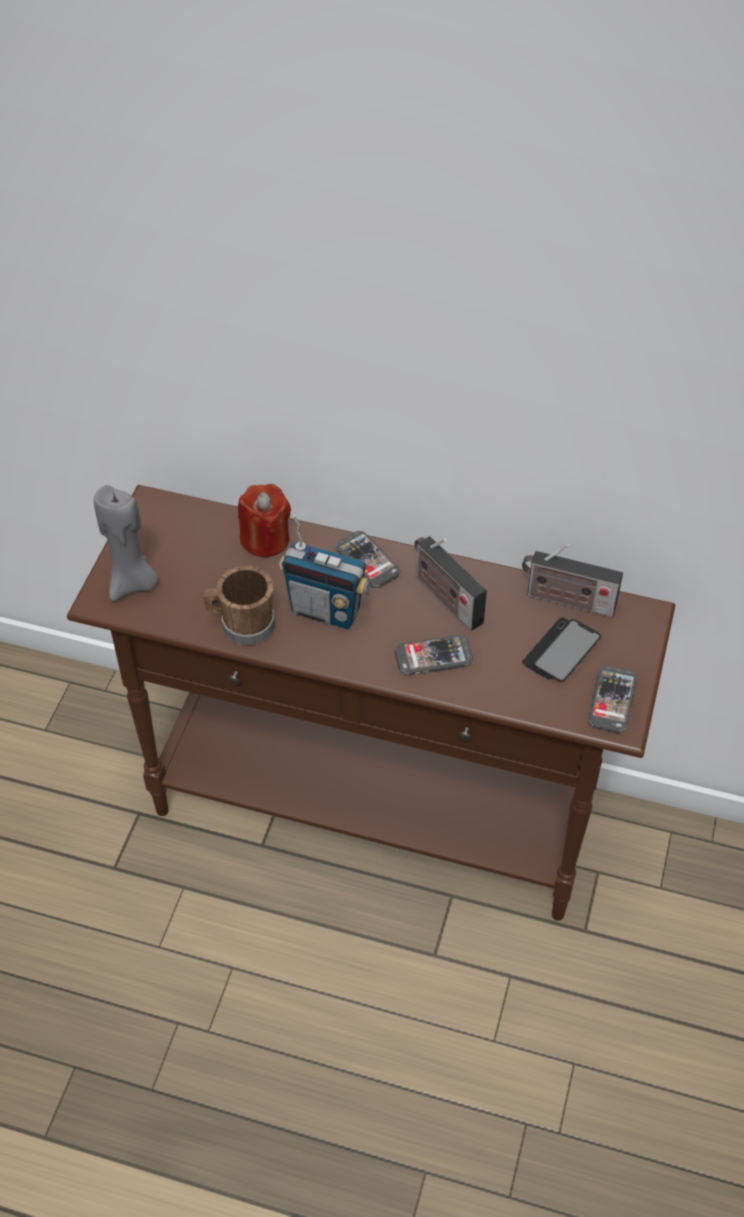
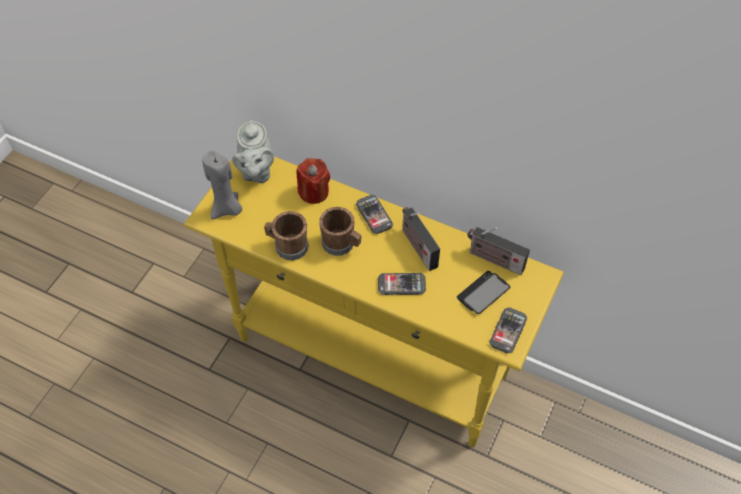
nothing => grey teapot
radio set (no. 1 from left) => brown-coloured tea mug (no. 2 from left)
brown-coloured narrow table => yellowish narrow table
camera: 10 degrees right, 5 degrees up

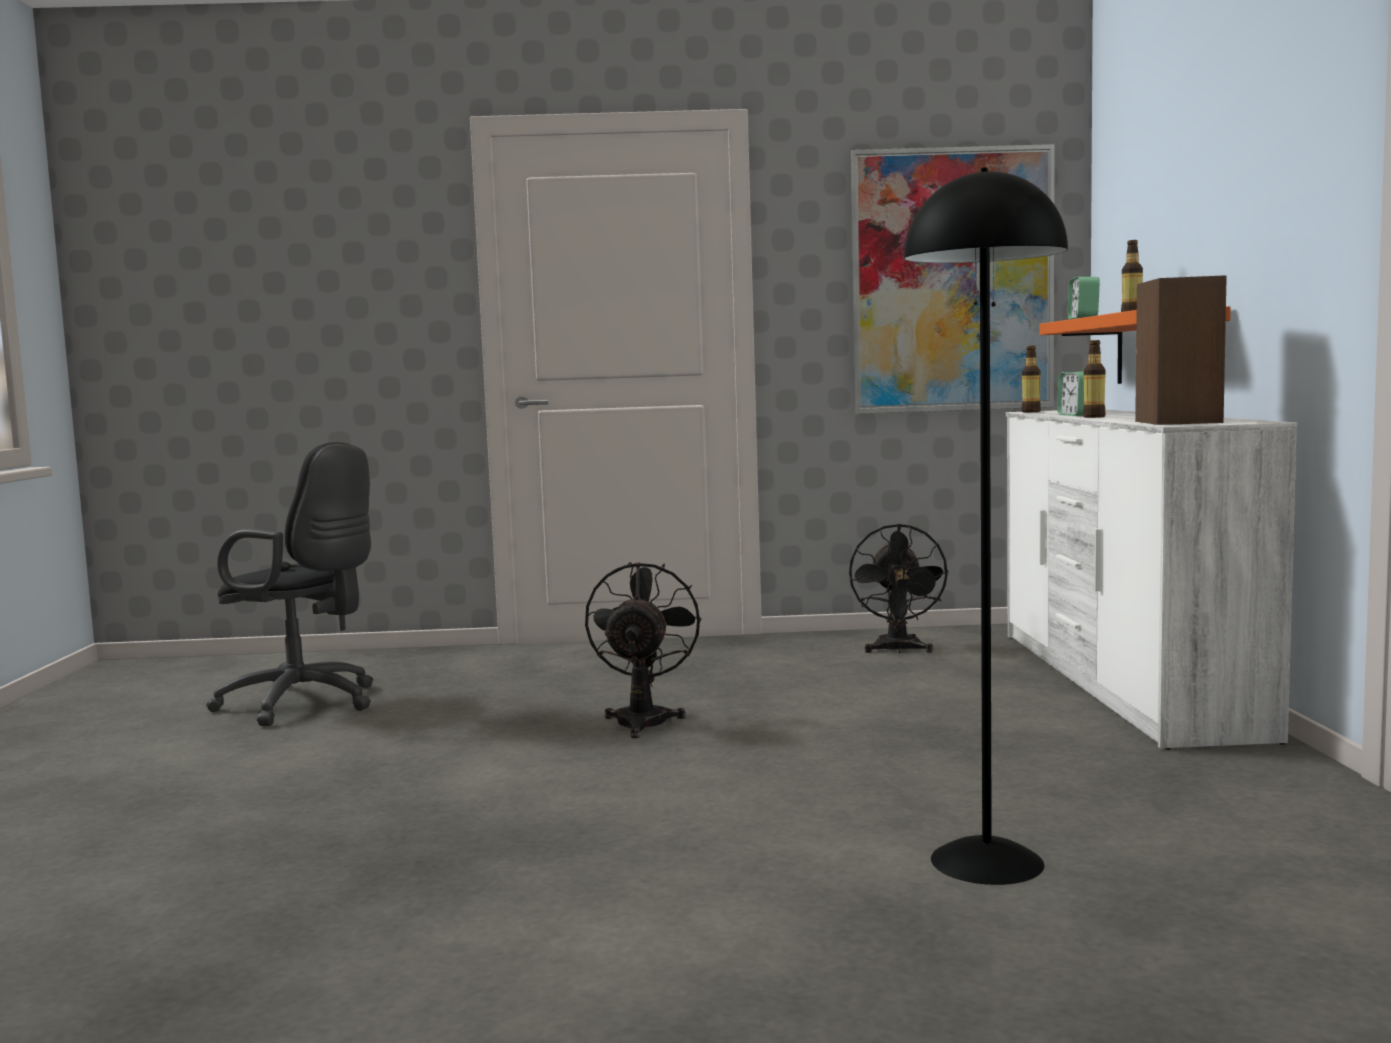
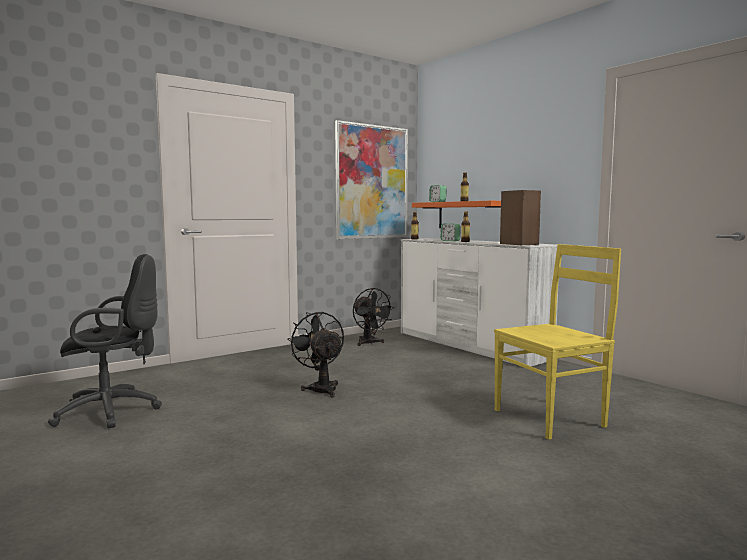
black floor lamp => yellowish plain chair
camera: 35 degrees left, 0 degrees up

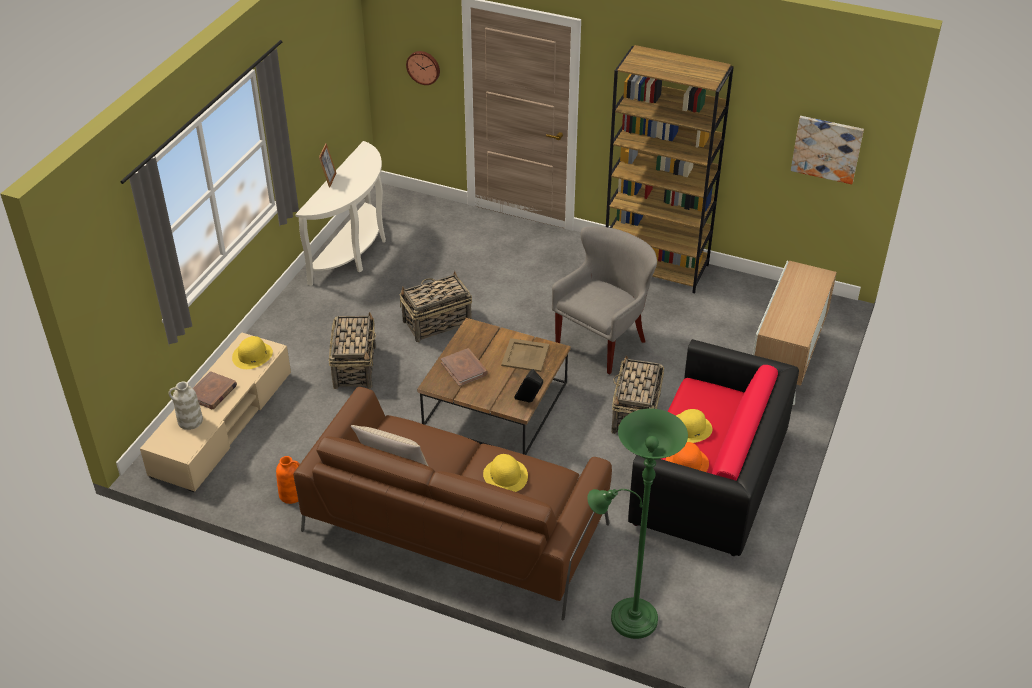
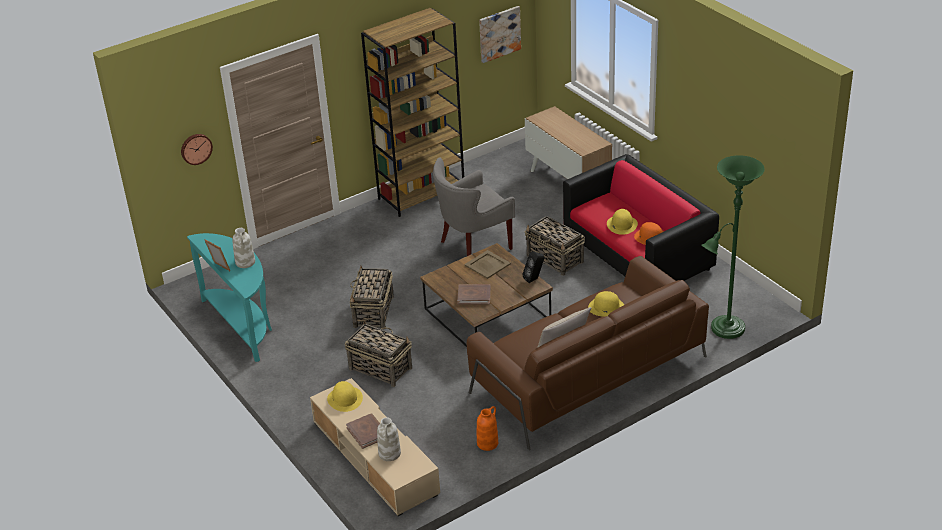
nothing => white-coloured flower vase (no. 1 from left)
white-coloured narrow table => blue-green narrow table
grey armchair, 105 degrees counterclockwise
camera: 55 degrees left, 5 degrees down

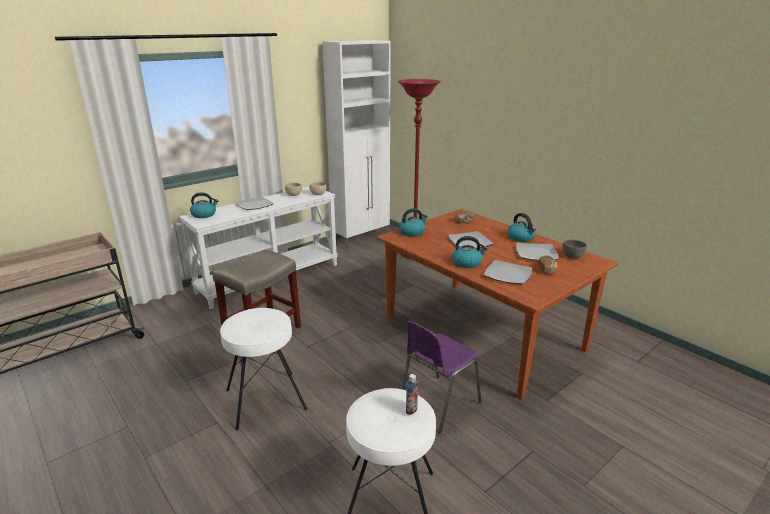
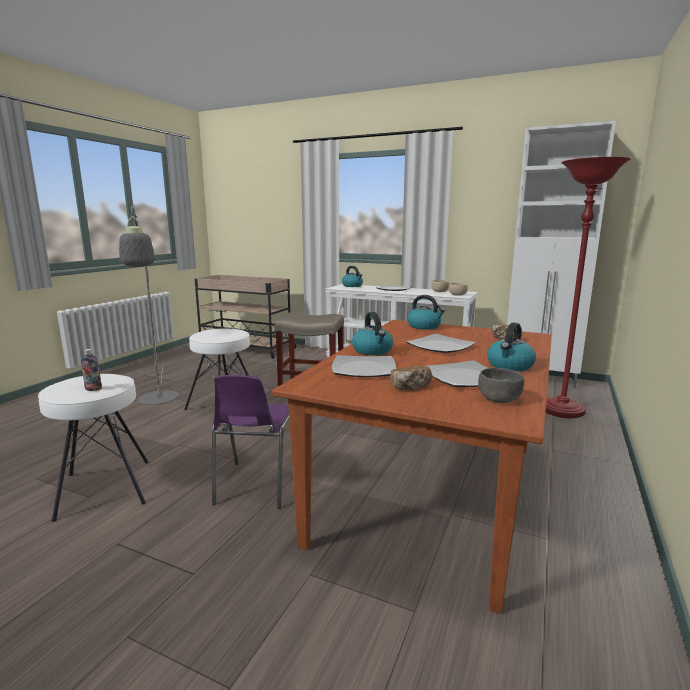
nothing => grey floor lamp
purple plain chair, 105 degrees counterclockwise
camera: 65 degrees right, 10 degrees down

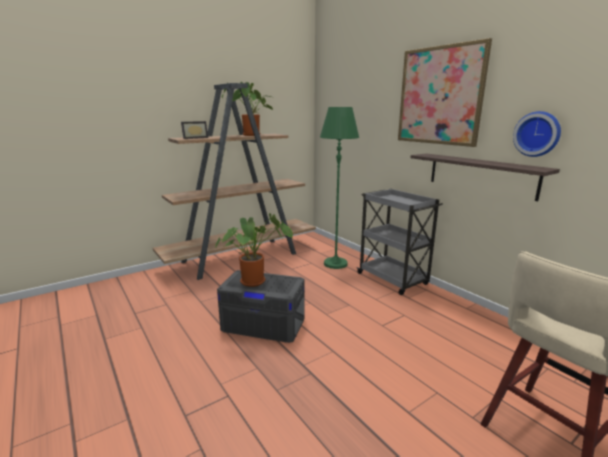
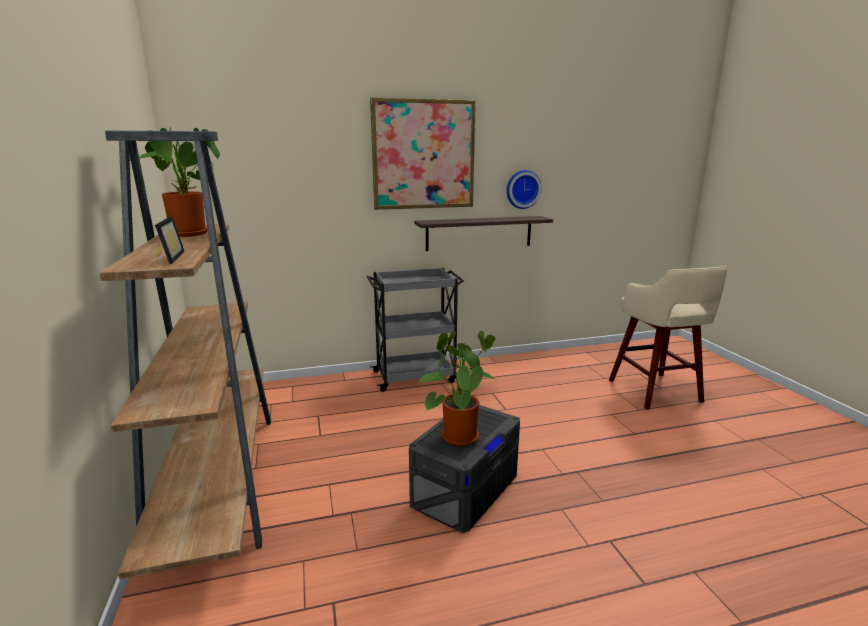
greenish floor lamp => nothing
camera: 70 degrees left, 0 degrees up

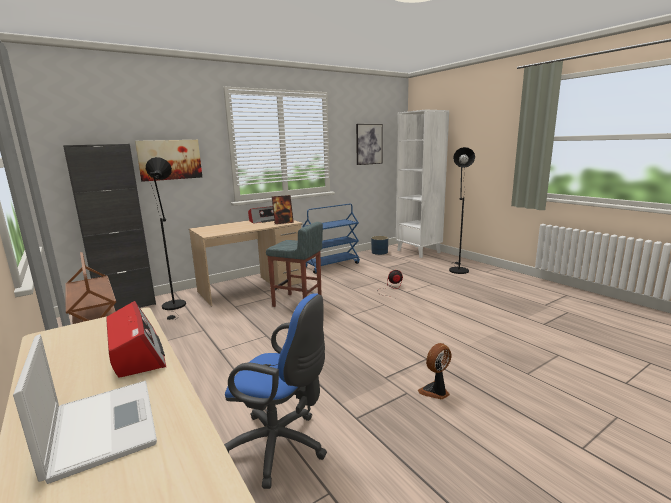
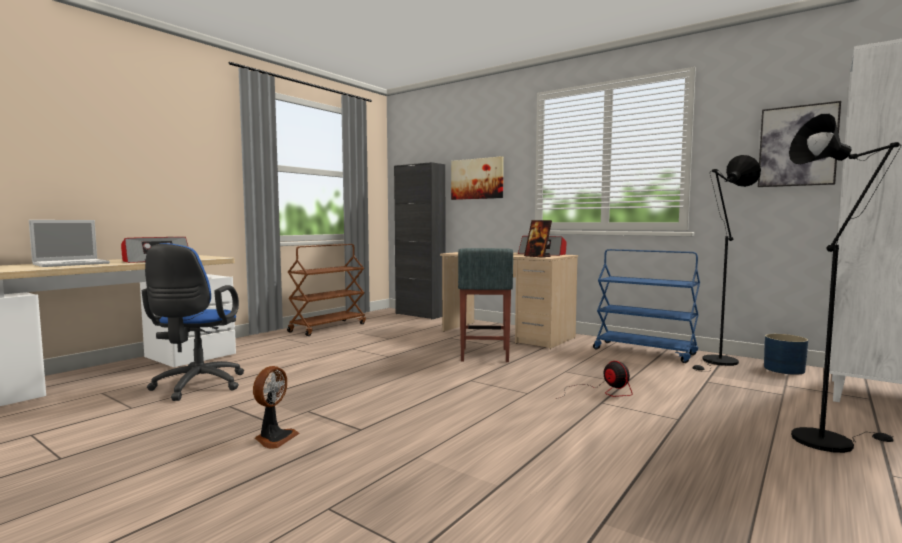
black floor lamp (no. 1 from left), shifted
electric fan (no. 2 from left in the first image) => electric fan (no. 1 from left), 75 degrees clockwise
camera: 70 degrees right, 10 degrees down

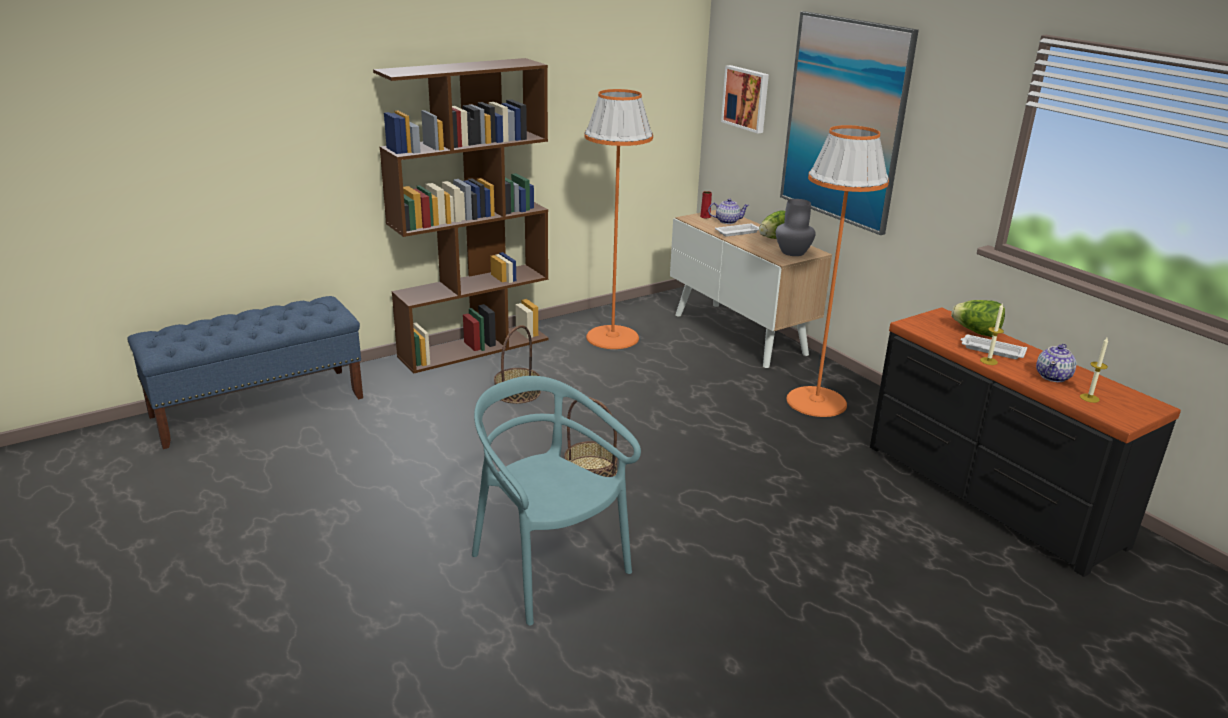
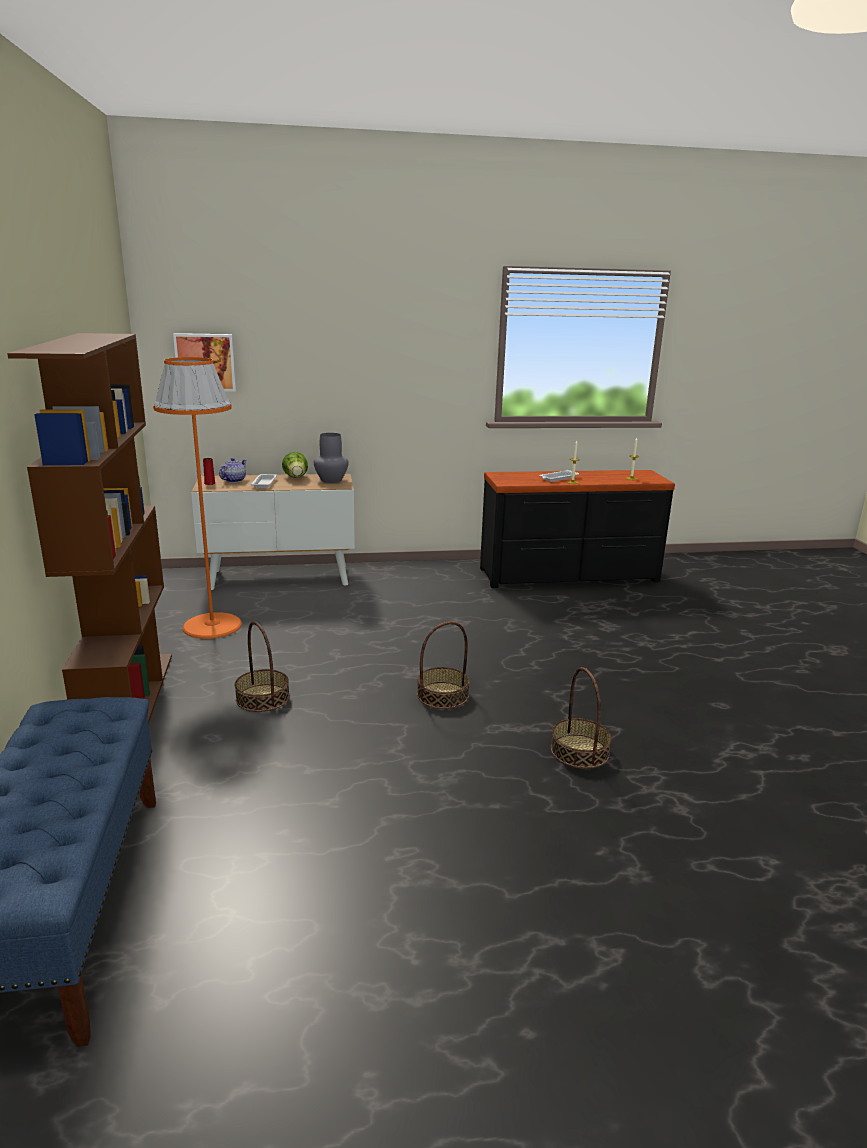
wall picture (no. 2 from left) => nothing
orange floor lamp (no. 2 from left) => nothing
lettuce head (no. 2 from left) => nothing
teapot (no. 2 from left) => nothing
blue-green plain chair => household basket (no. 3 from left)
camera: 65 degrees left, 5 degrees down

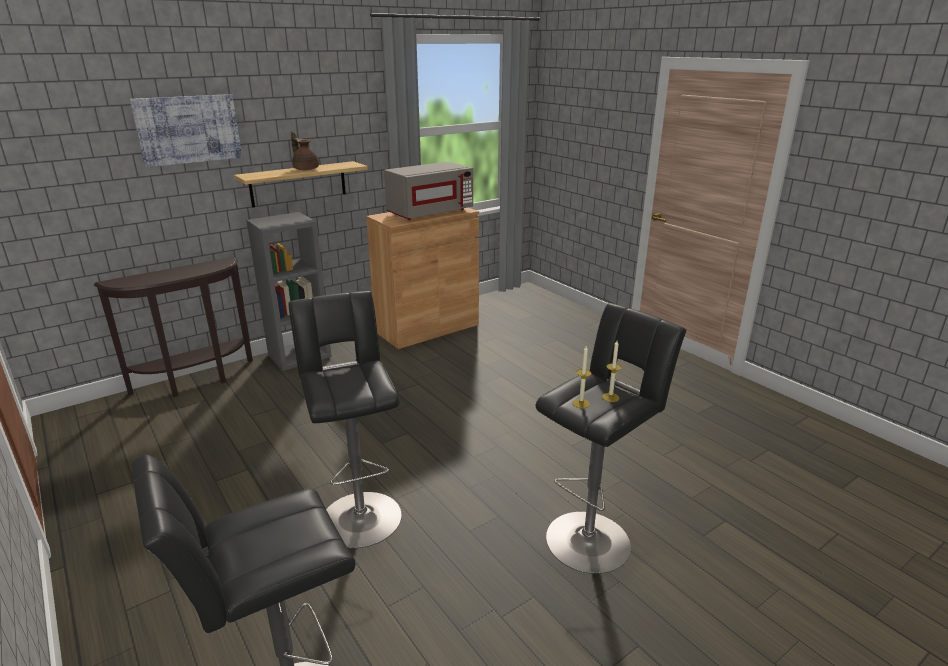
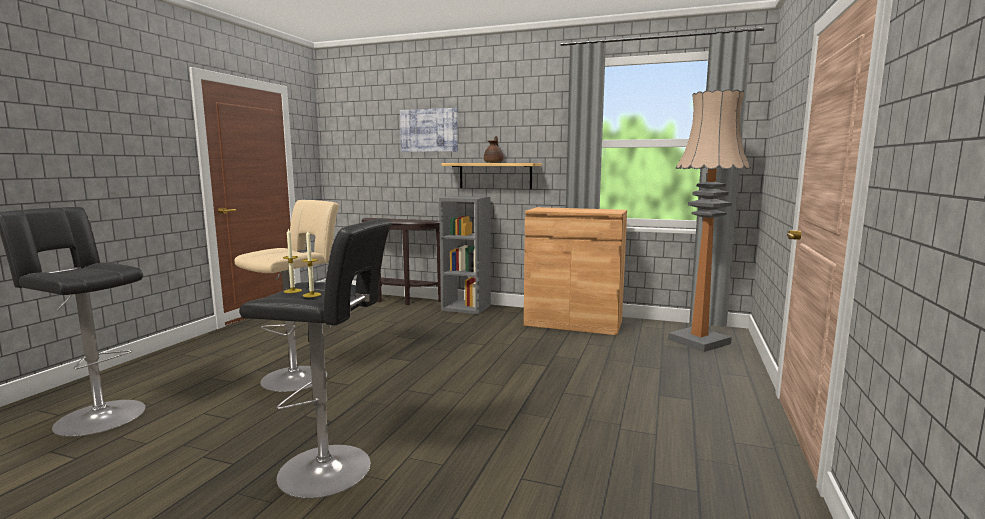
grey microwave oven => nothing
nothing => floor lamp
black stool (no. 2 from left) => sand-coloured stool
camera: 55 degrees right, 15 degrees down

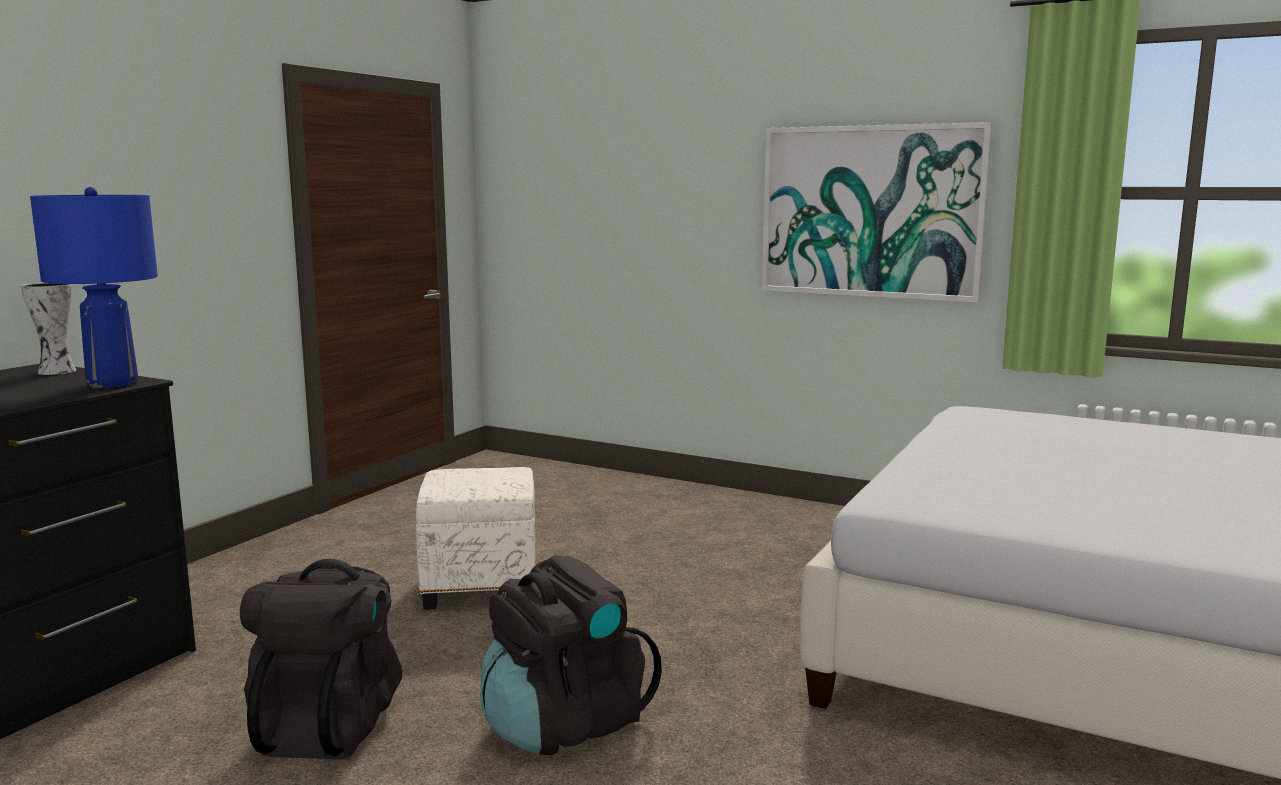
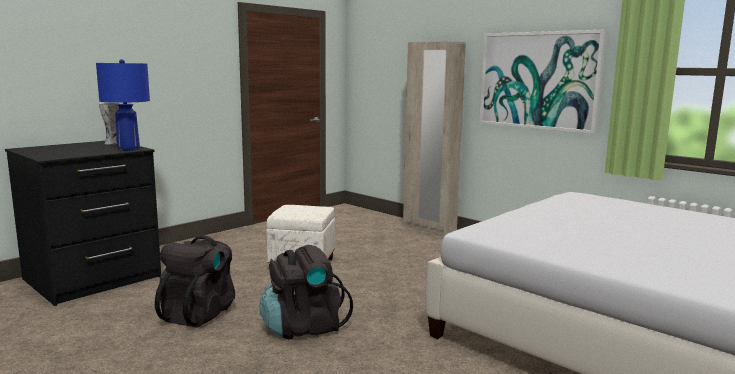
nothing => sand-coloured wardrobe
camera: 15 degrees right, 0 degrees up

